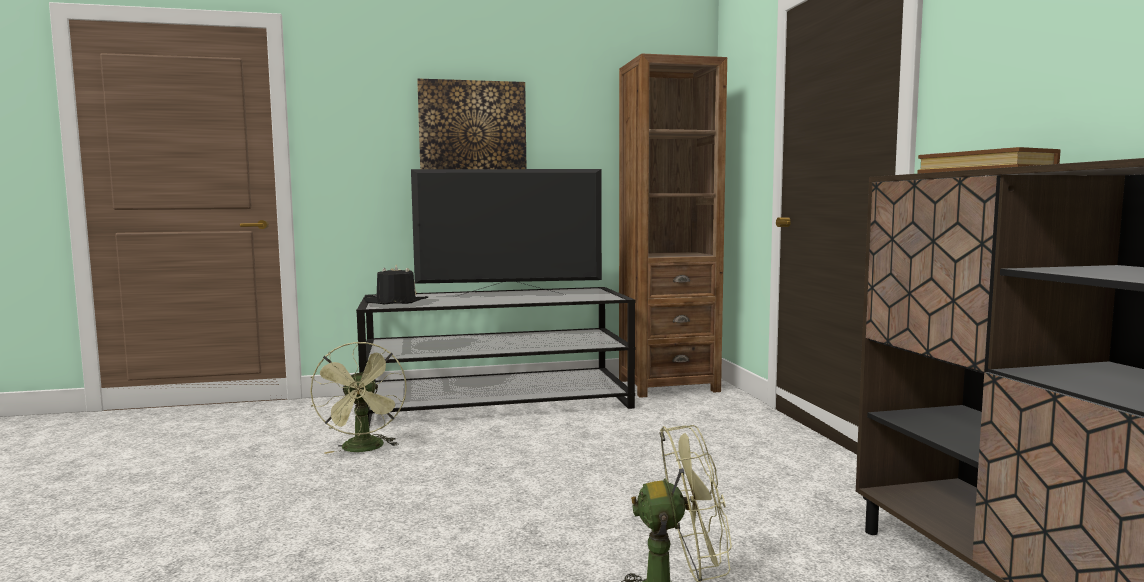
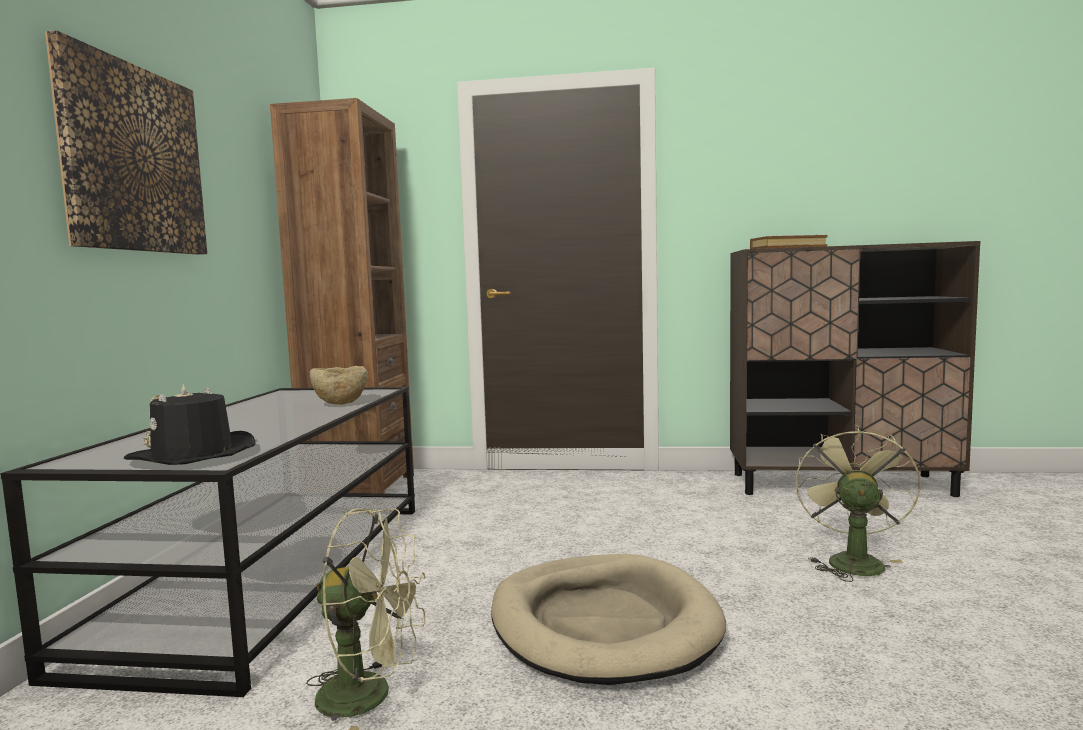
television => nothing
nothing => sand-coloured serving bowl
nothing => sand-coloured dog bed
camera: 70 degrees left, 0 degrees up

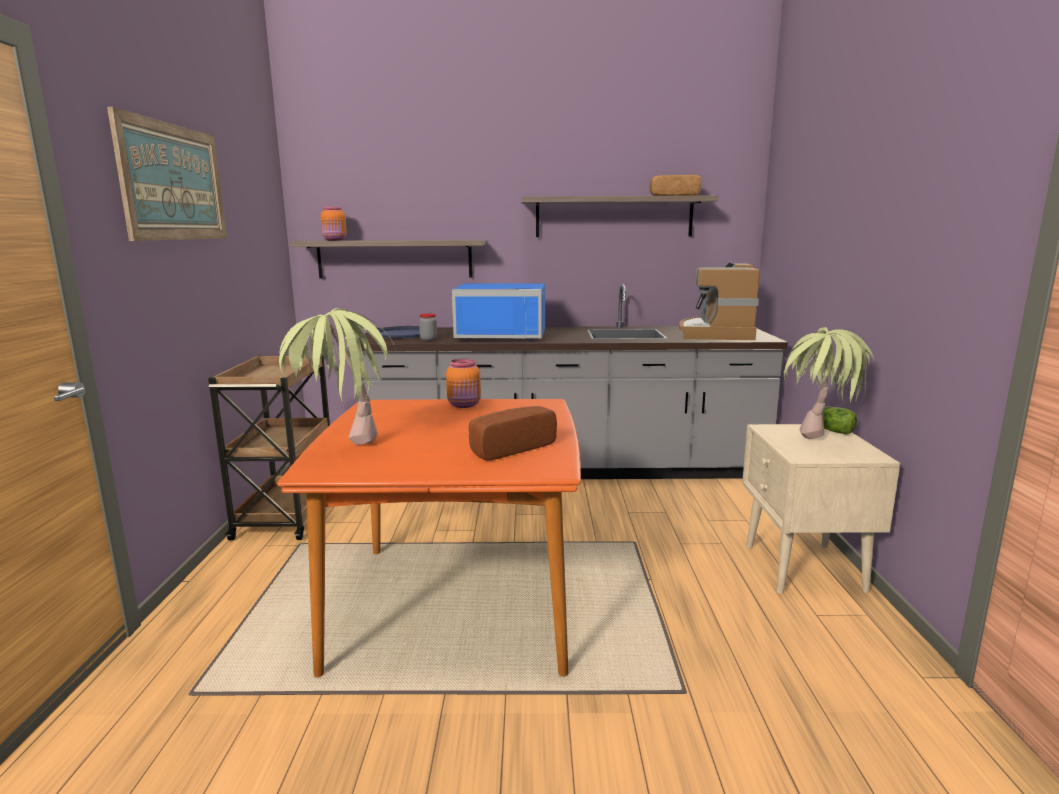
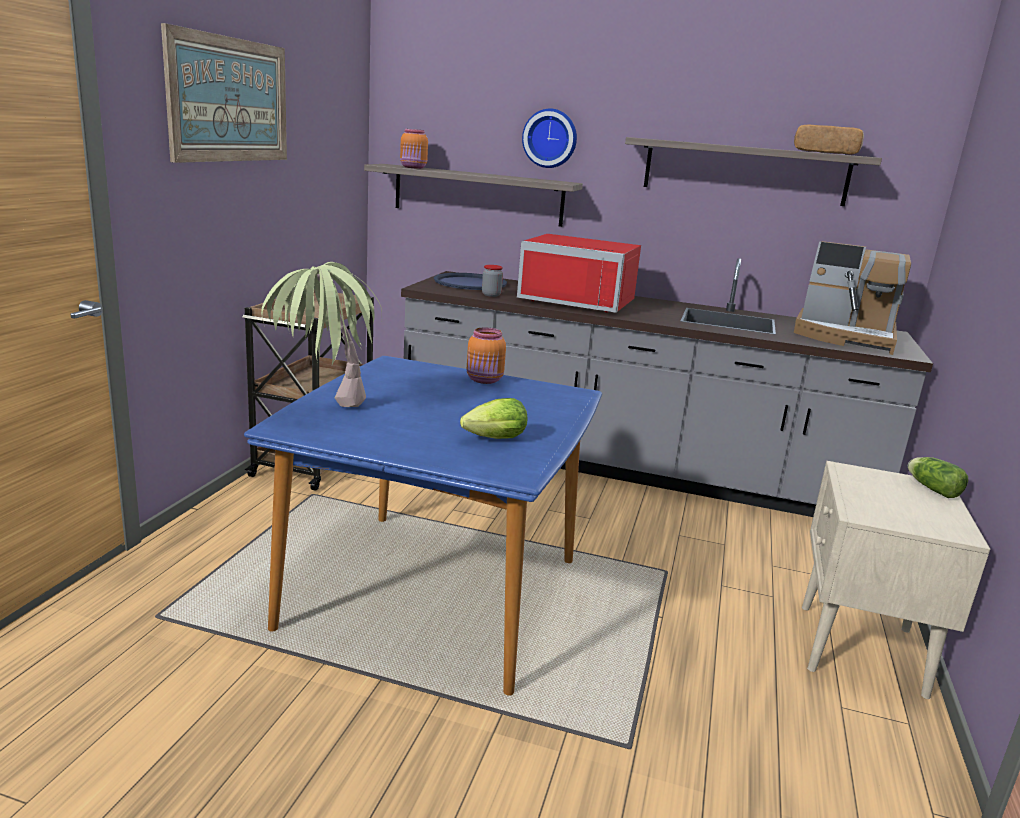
houseplant (no. 2 from left) => nothing
nothing => wall clock
baked bread (no. 1 from left) => lettuce head (no. 1 from left)
orange dining table => bluish dining table
bluish microwave oven => red-coloured microwave oven
coffee machine, 90 degrees counterclockwise
camera: 15 degrees right, 5 degrees up

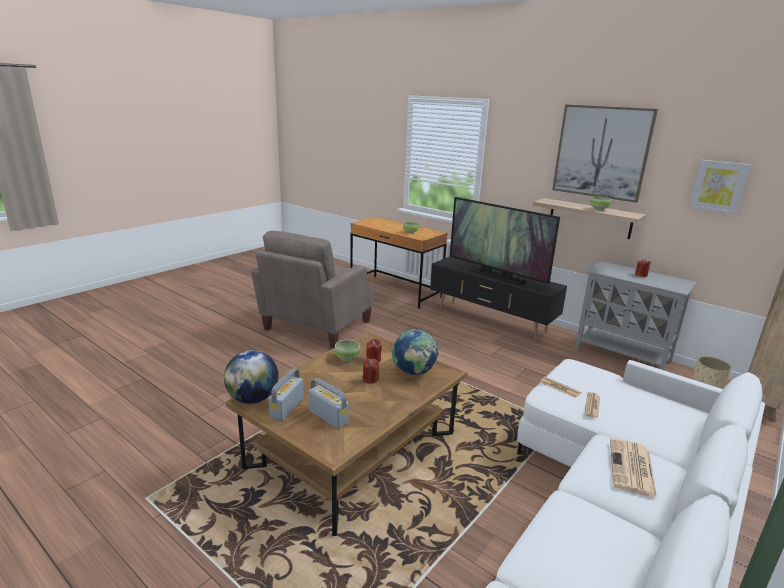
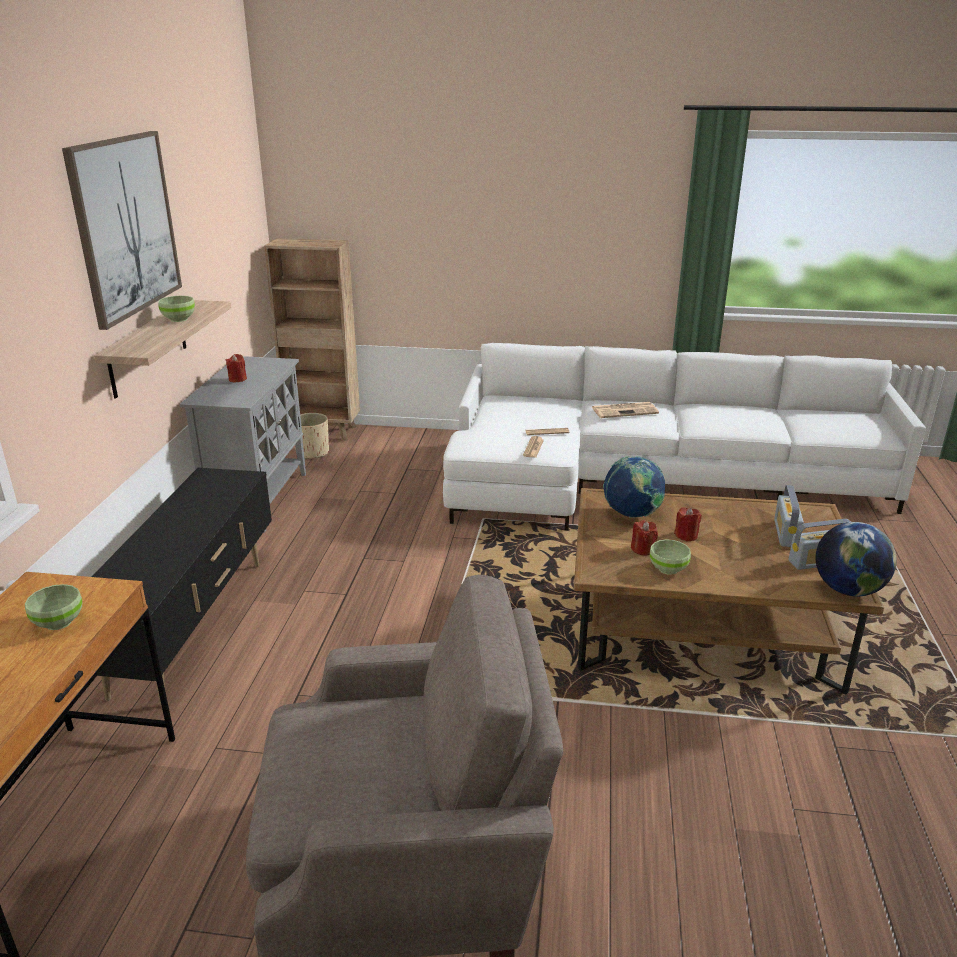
television => nothing
wall picture (no. 2 from left) => nothing
camera: 120 degrees left, 5 degrees up

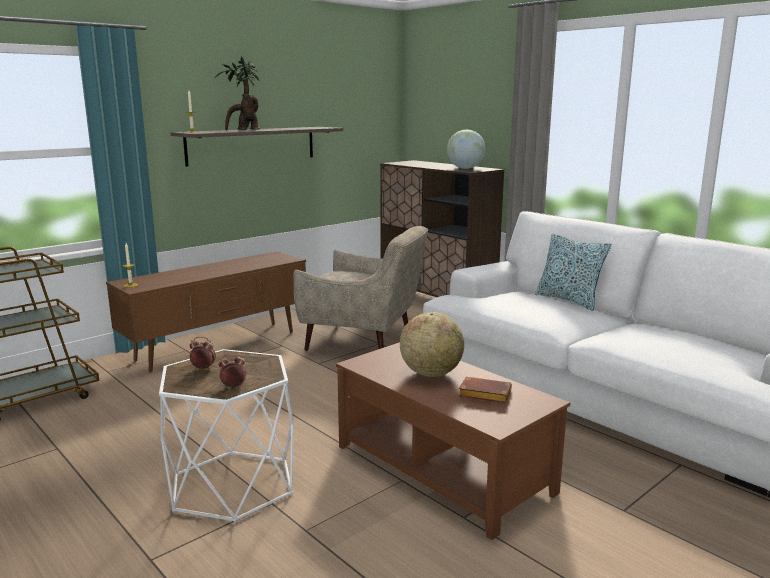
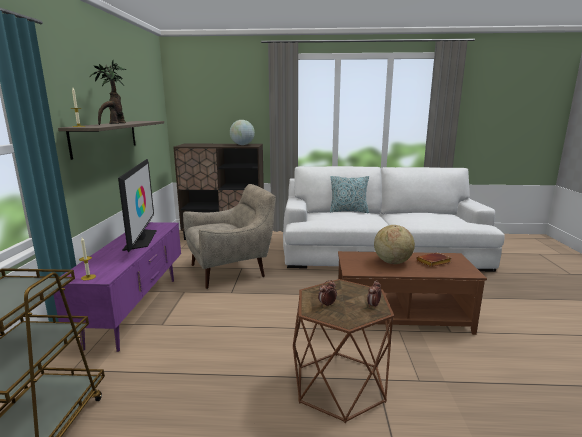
nothing => television
brown-coloured tv unit => purple tv unit
white-coloured side table => brown-coloured side table
camera: 45 degrees left, 0 degrees up

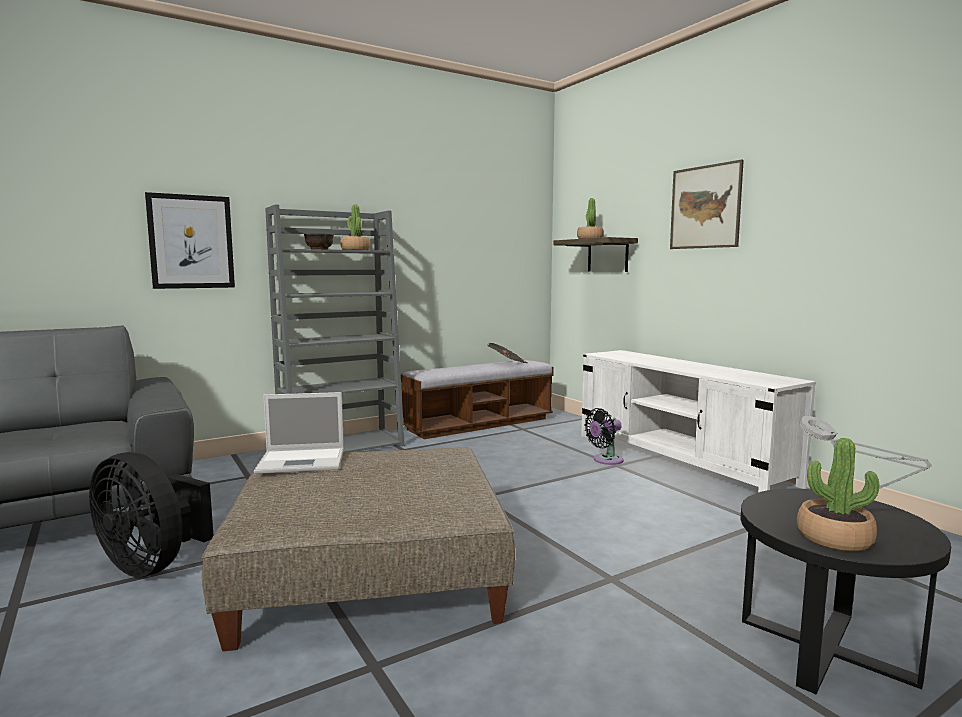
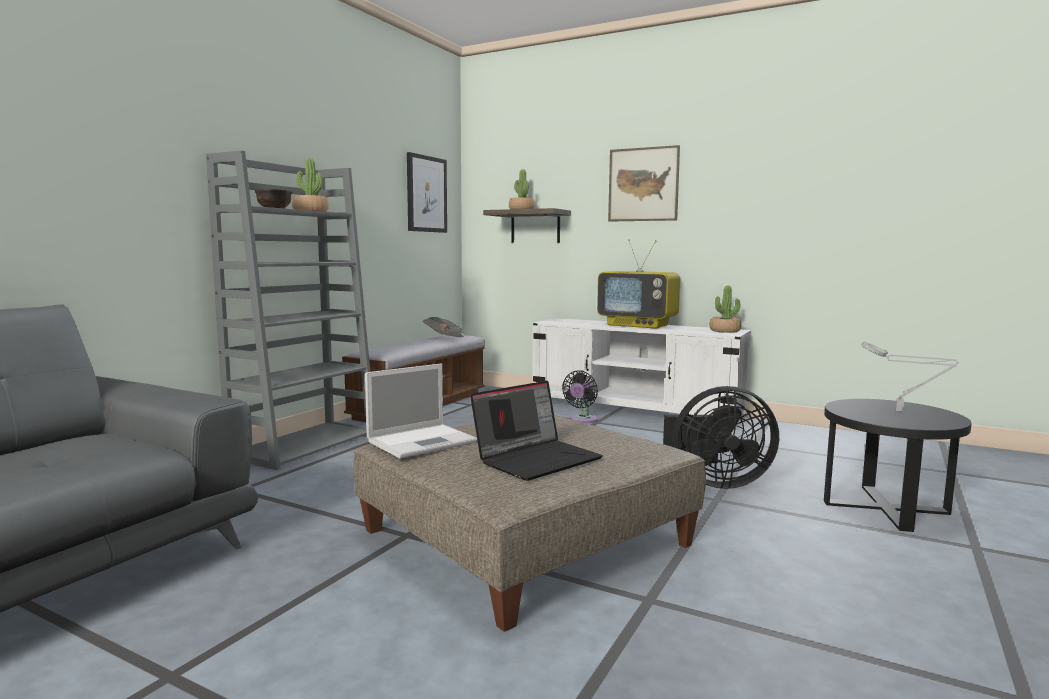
nothing => laptop (no. 2 from left)
nothing => television
black electric fan (no. 1 from left in the first image) => black electric fan (no. 2 from left), shifted
wall picture (no. 1 from left), shifted
houseplant (no. 3 from left), shifted
camera: 30 degrees left, 0 degrees up

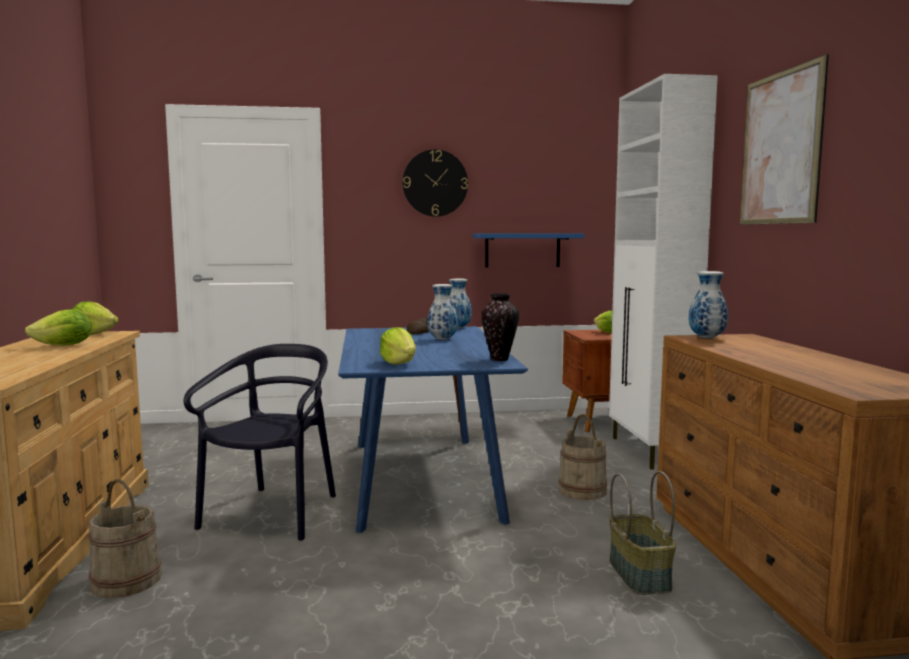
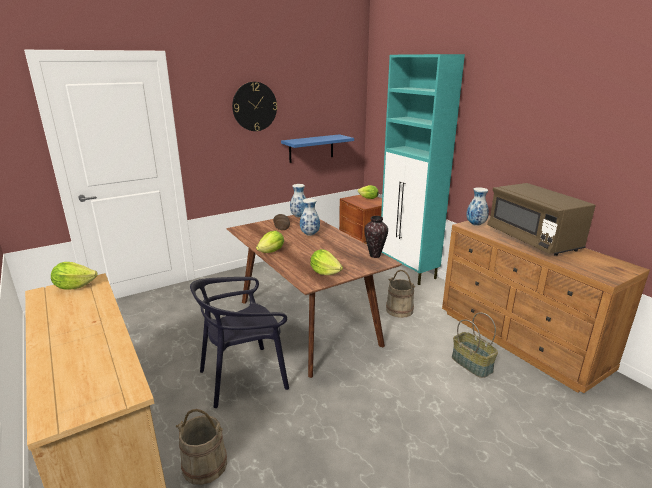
wall picture => nothing
nothing => brown-coloured microwave oven
lettuce head (no. 1 from left in the first image) => lettuce head (no. 2 from left), shifted
bluish dining table => brown-coloured dining table
white-coloured cupboard => blue-green cupboard
black plain chair, 105 degrees counterclockwise
camera: 25 degrees left, 15 degrees up

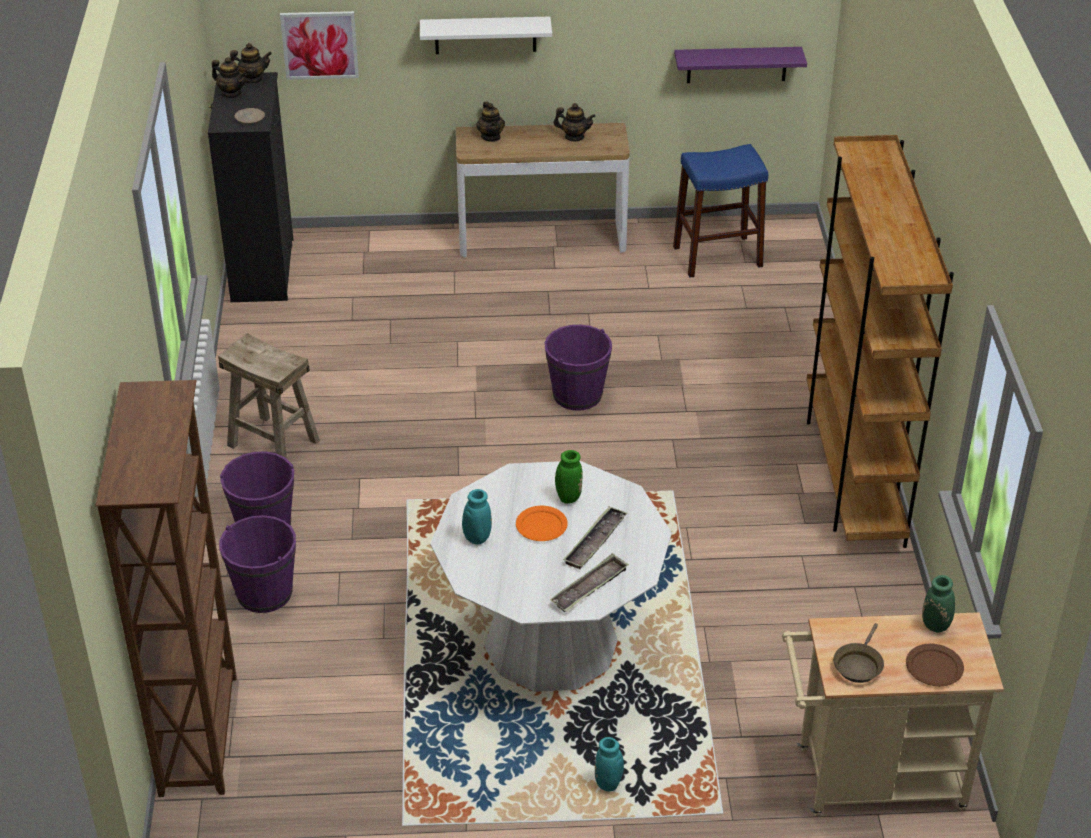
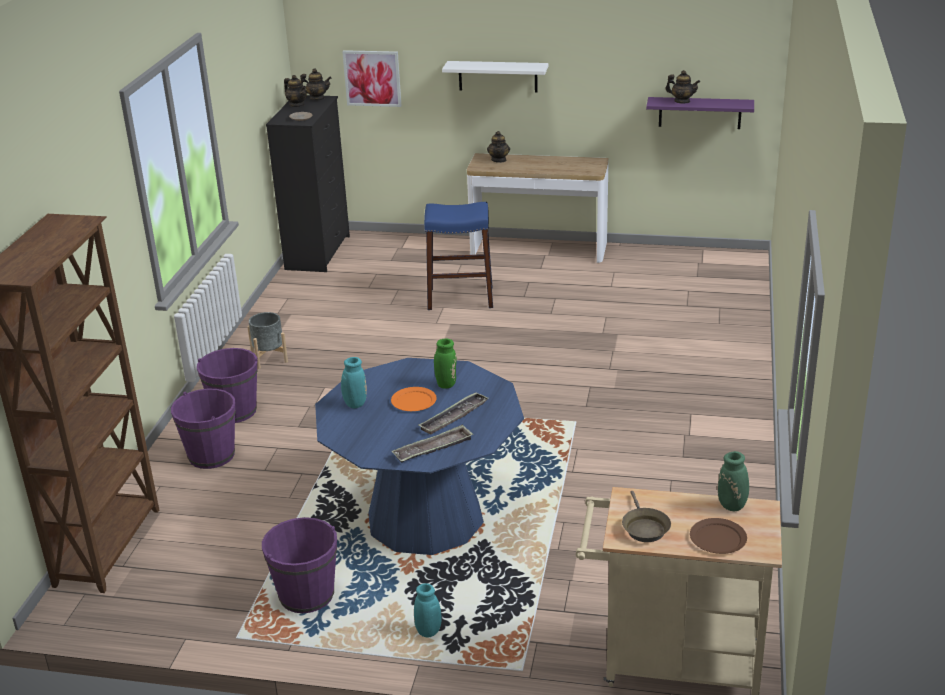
brown-coloured bookcase (no. 2 from left) => nothing
purple pail (no. 3 from left), shifted
teapot (no. 4 from left), shifted
bluish stool, shifted
sand-coloured stool => grey planter
white-coloured dining table => bluish dining table
brown-coloured frying pan, 45 degrees counterclockwise
camera: 15 degrees right, 10 degrees down

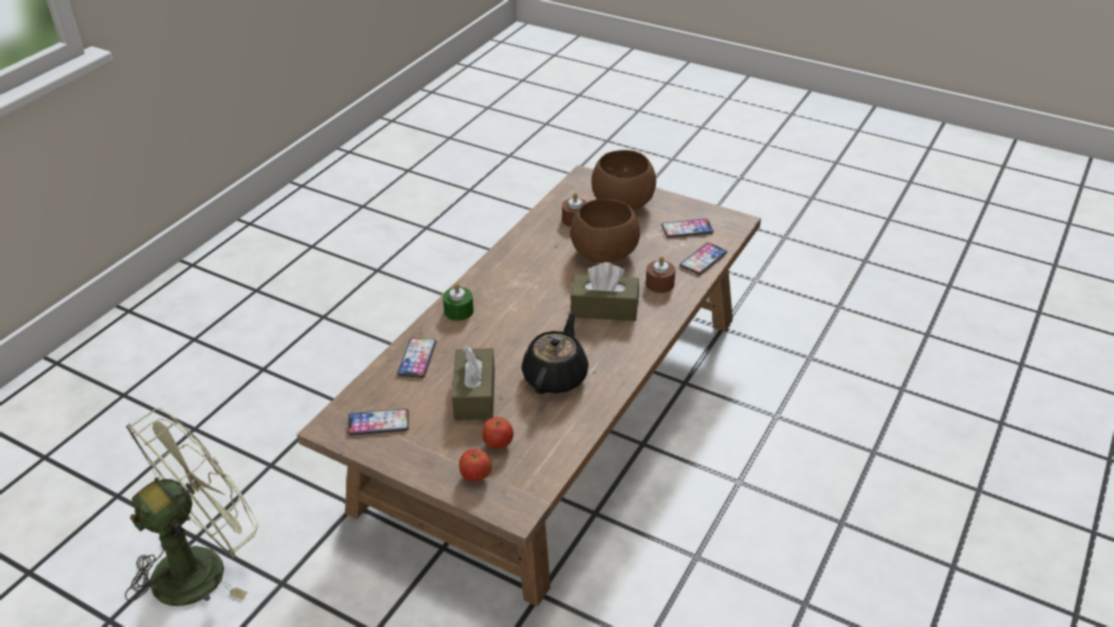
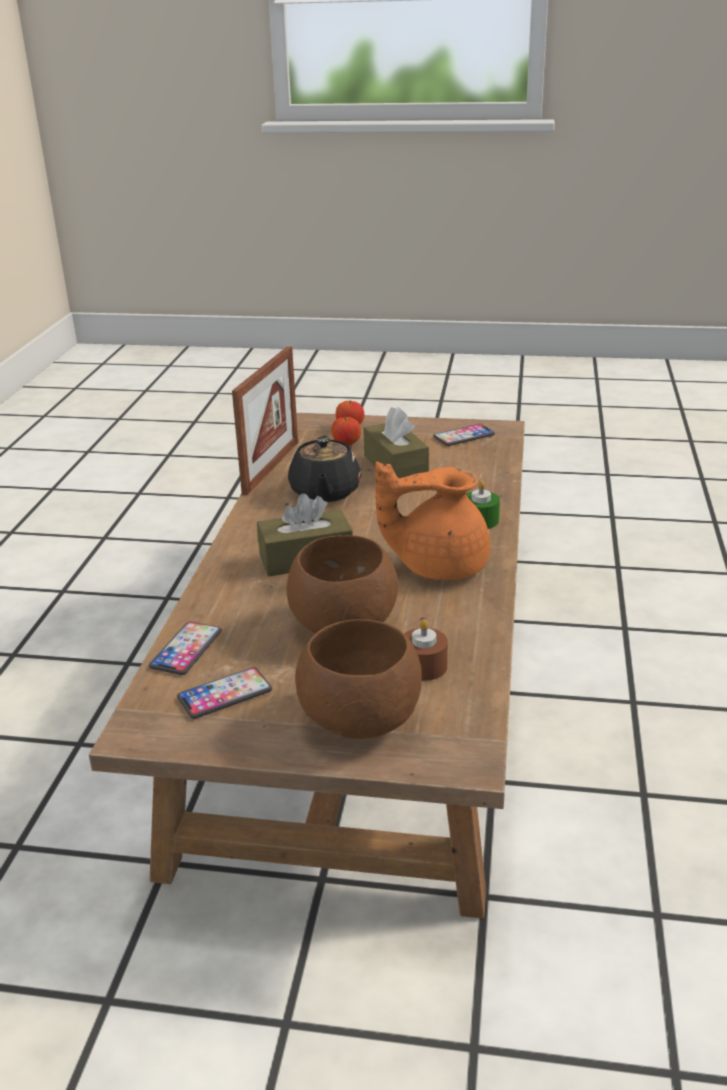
greenish electric fan => nothing
handset (no. 2 from left) => nothing
brown-coloured wax light (no. 2 from left) => nothing
nothing => standing frame
nothing => orange teapot
camera: 160 degrees right, 10 degrees down

